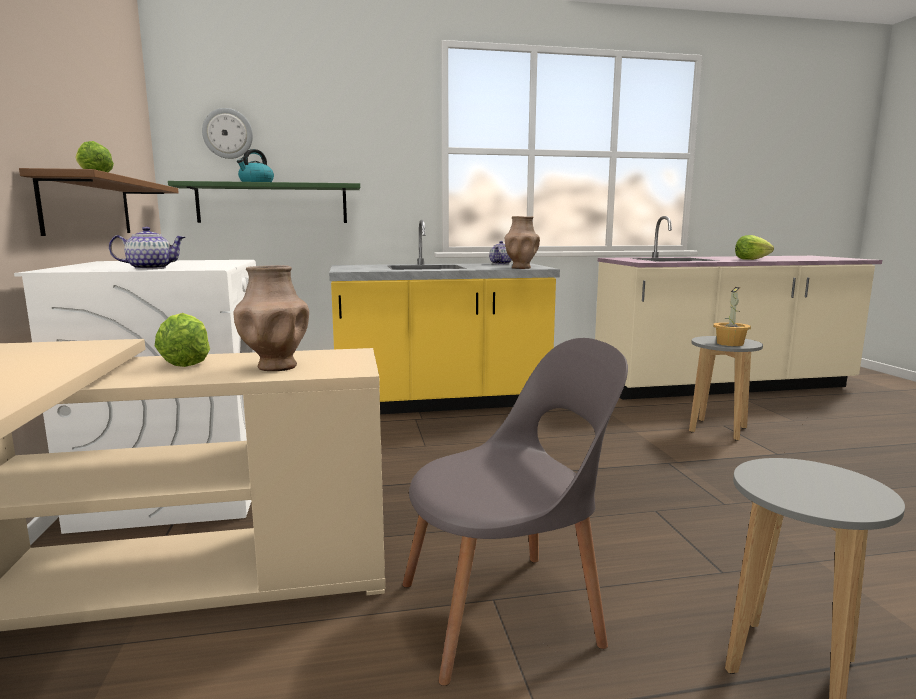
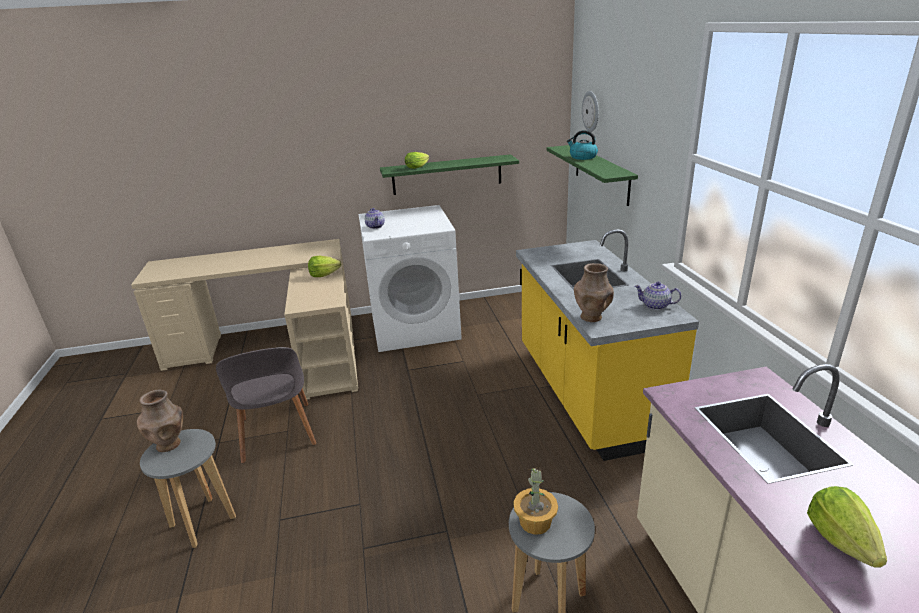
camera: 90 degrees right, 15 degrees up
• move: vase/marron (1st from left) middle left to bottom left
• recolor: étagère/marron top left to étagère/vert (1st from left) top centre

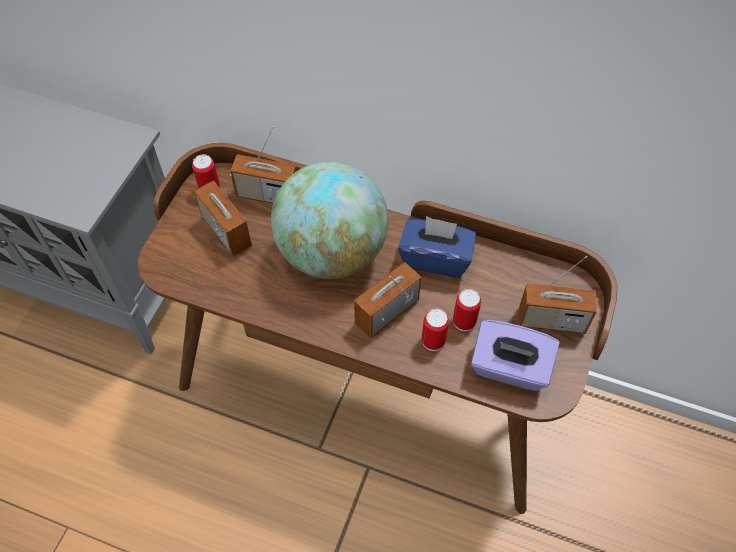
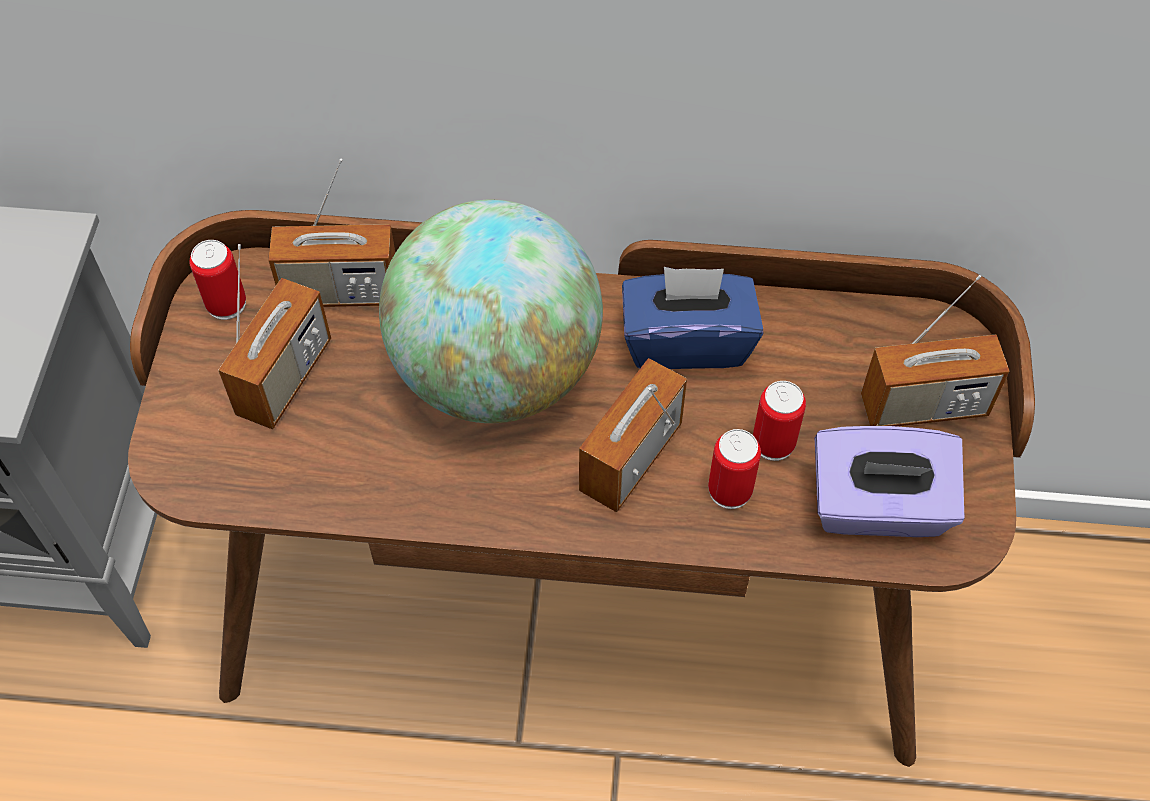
camera: 15 degrees left, 0 degrees up
• rotate: radio (1st from left) middle left = middle left 105 degrees counterclockwise

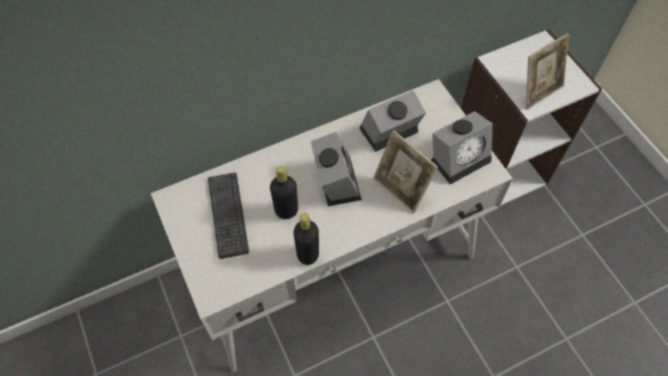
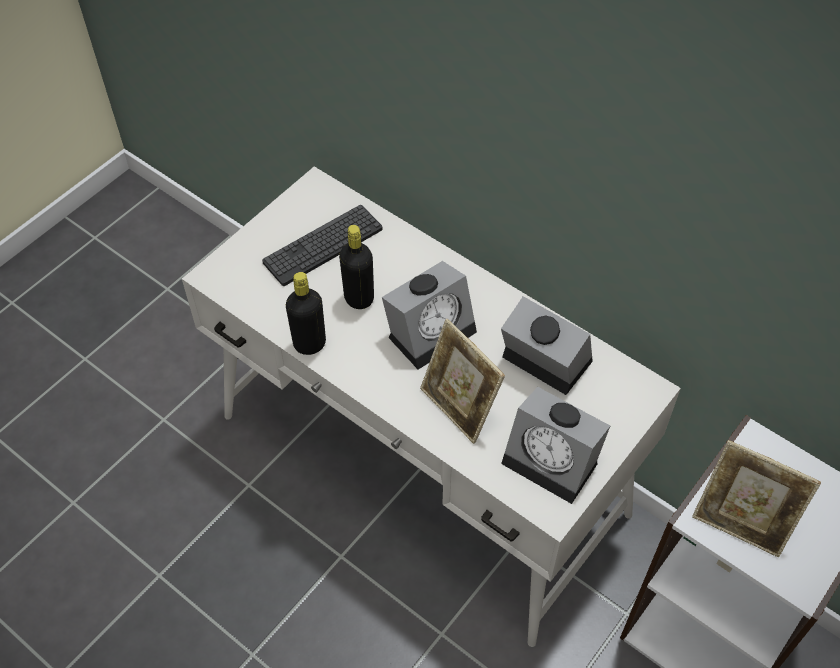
camera: 65 degrees right, 5 degrees down
• rotate: cadre photo (1st from left) centre = centre 60 degrees counterclockwise

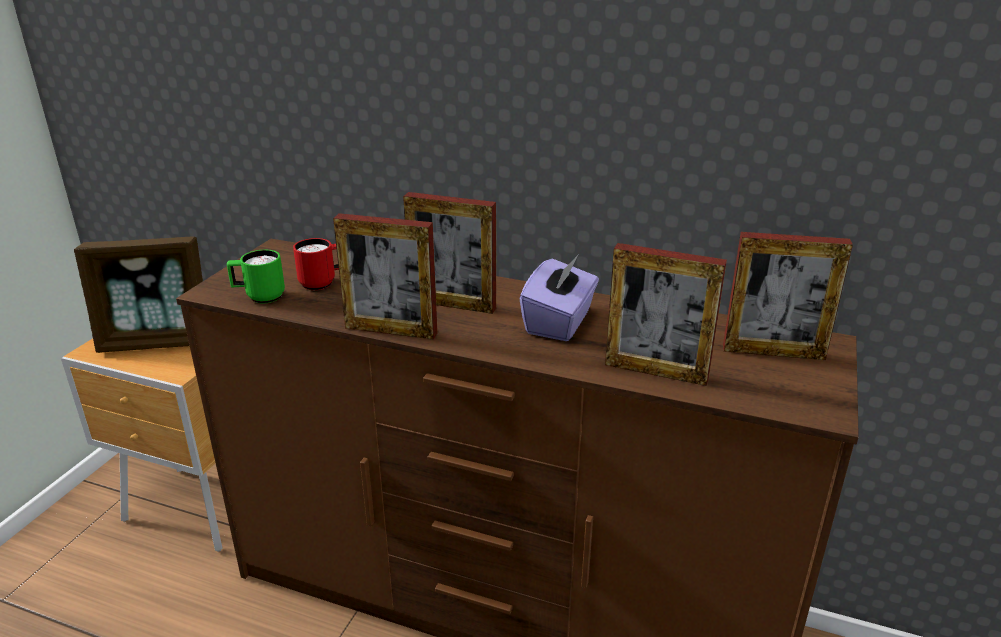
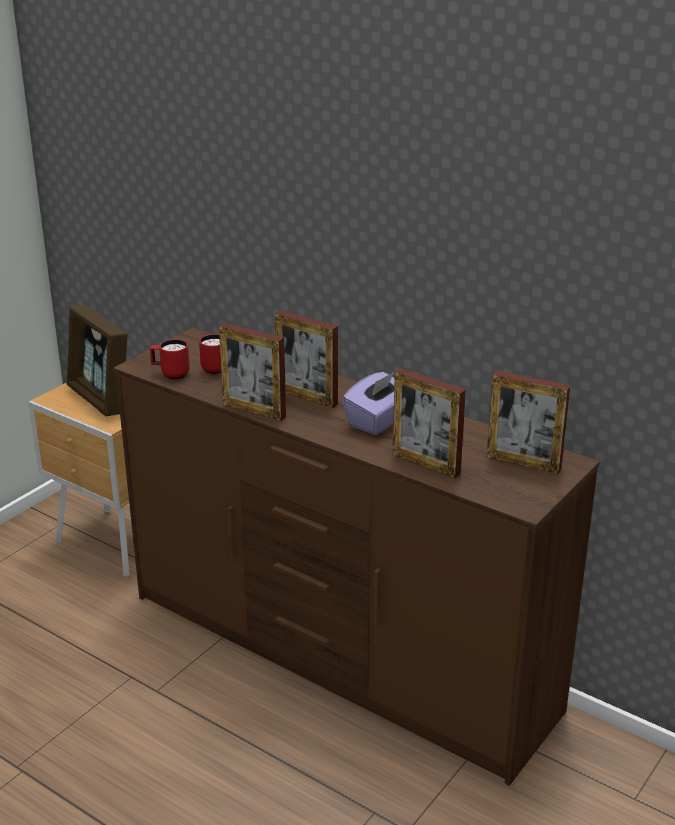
camera: 15 degrees right, 0 degrees up
• recolor: mug/vert middle left to mug/rouge (1st from left) middle left
• rotate: cadre photo (1st from left) middle left = middle left 45 degrees clockwise

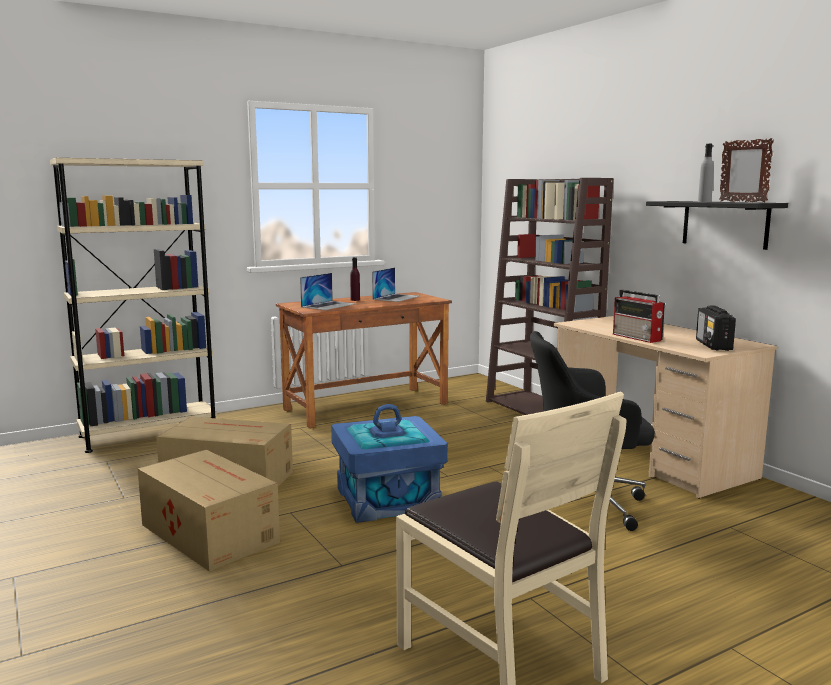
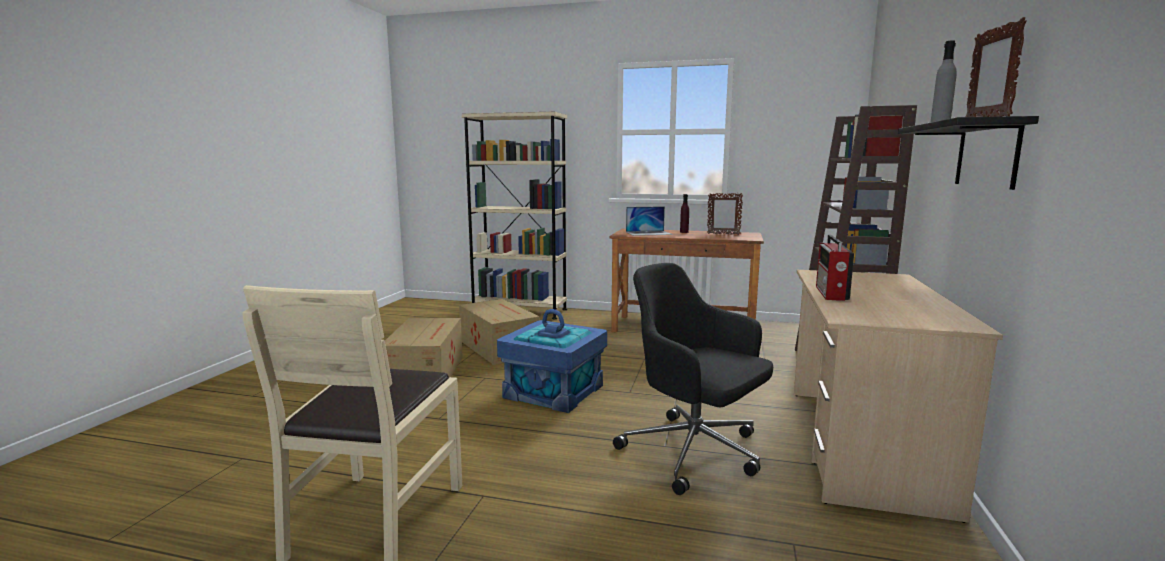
camera: 45 degrees right, 0 degrees up
• delete: radio (2nd from left) middle right
• replace: ordinateur portable (2nd from left) centre to cadre photo (1st from left) centre

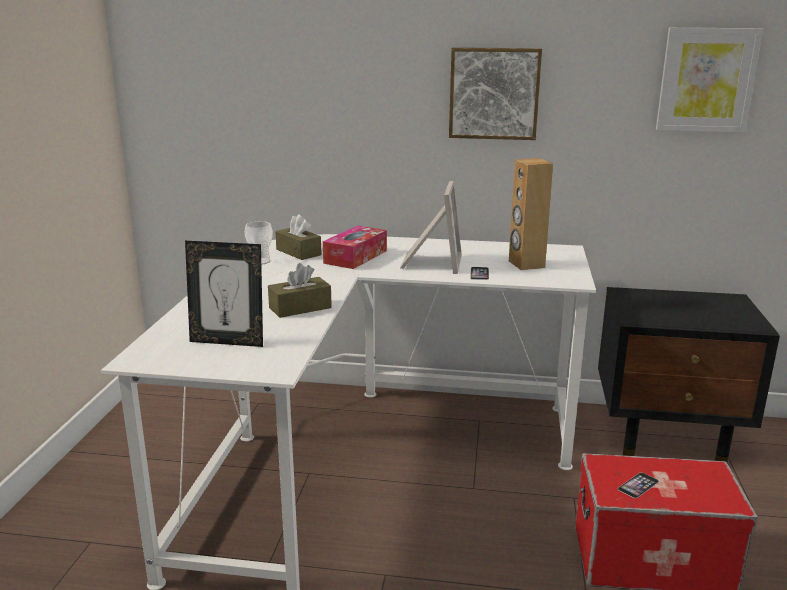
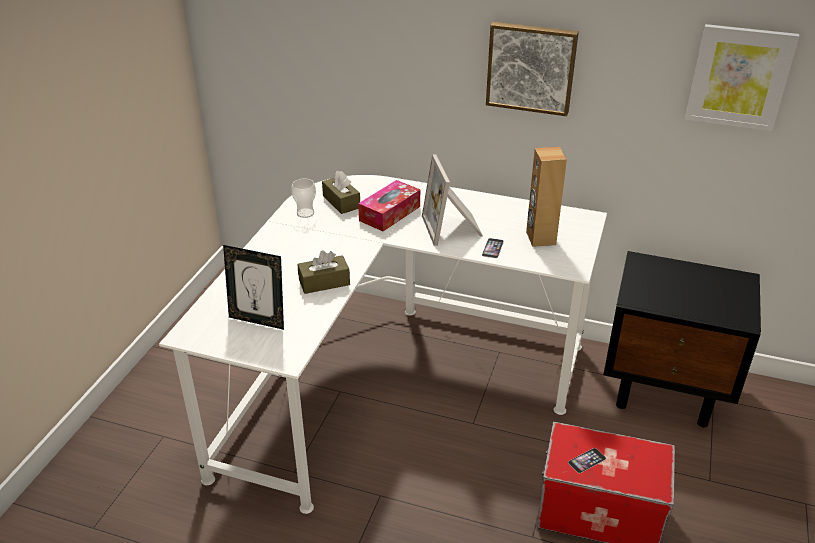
camera: 10 degrees right, 15 degrees up
• rotate: cadre photo (2nd from left) centre = centre 150 degrees clockwise

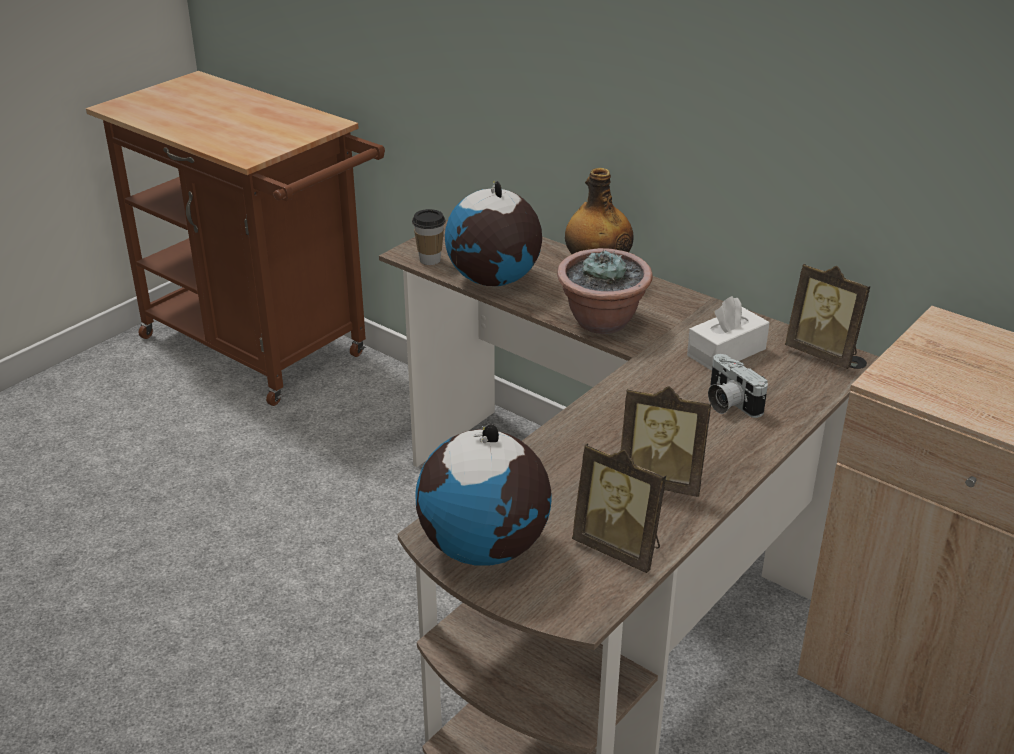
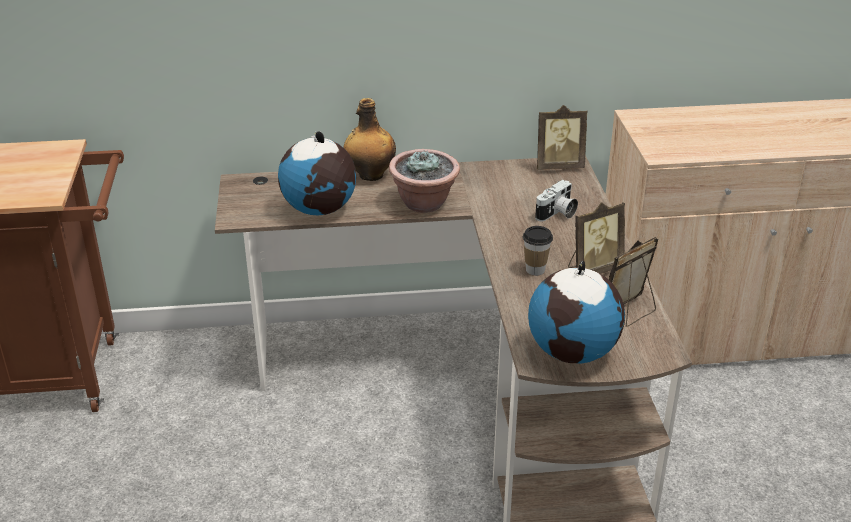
camera: 45 degrees left, 0 degrees up
• delete: boîte à mouchoirs/blanc middle right
• move: tasse top centre to centre
• rotate: cadre photo (1st from left in the first image) bottom centre = middle right 150 degrees clockwise
• rotate: appareil photo middle right = centre 60 degrees counterclockwise

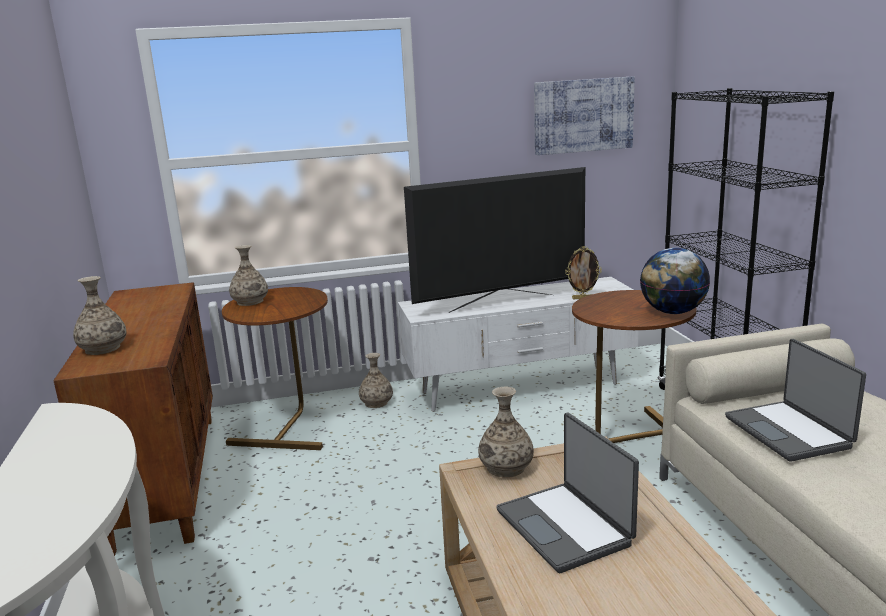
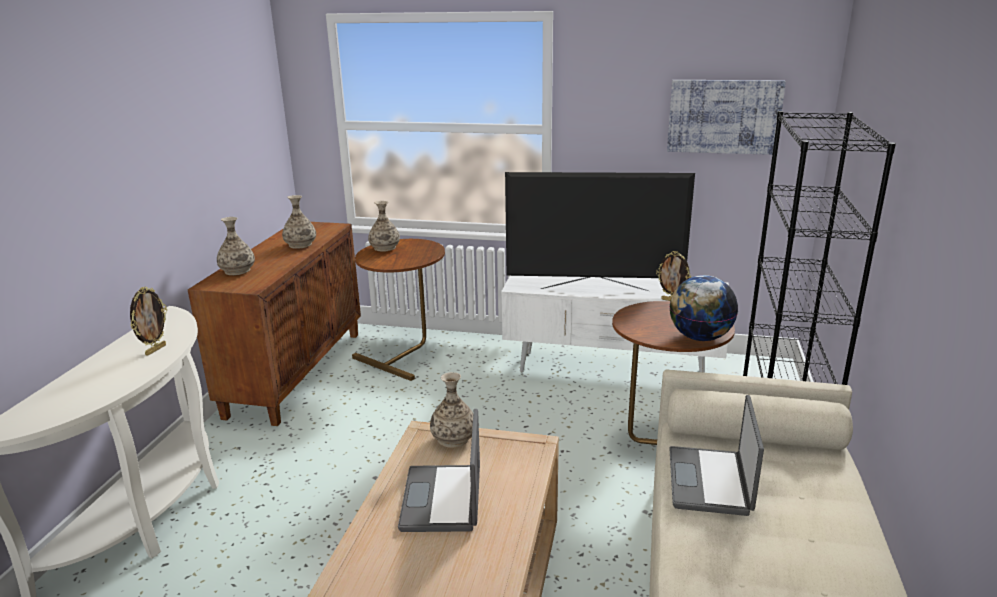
camera: 25 degrees right, 5 degrees up
• insert: cadre photo (1st from left) middle left
• move: vase (3rd from left in the first image) centre to vase (2nd from left) middle left

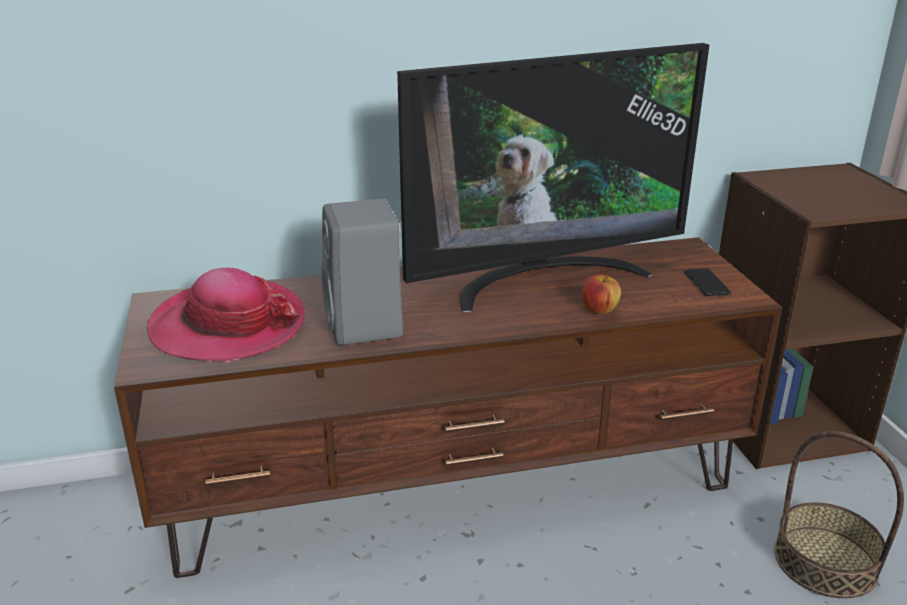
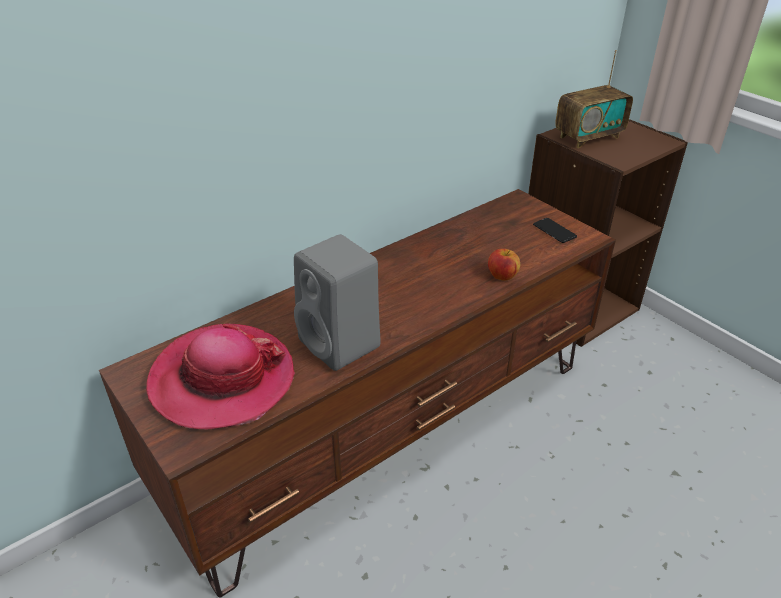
camera: 25 degrees left, 10 degrees up
• delete: téléviseur top centre
• delete: panier bottom right
• insert: radio top right

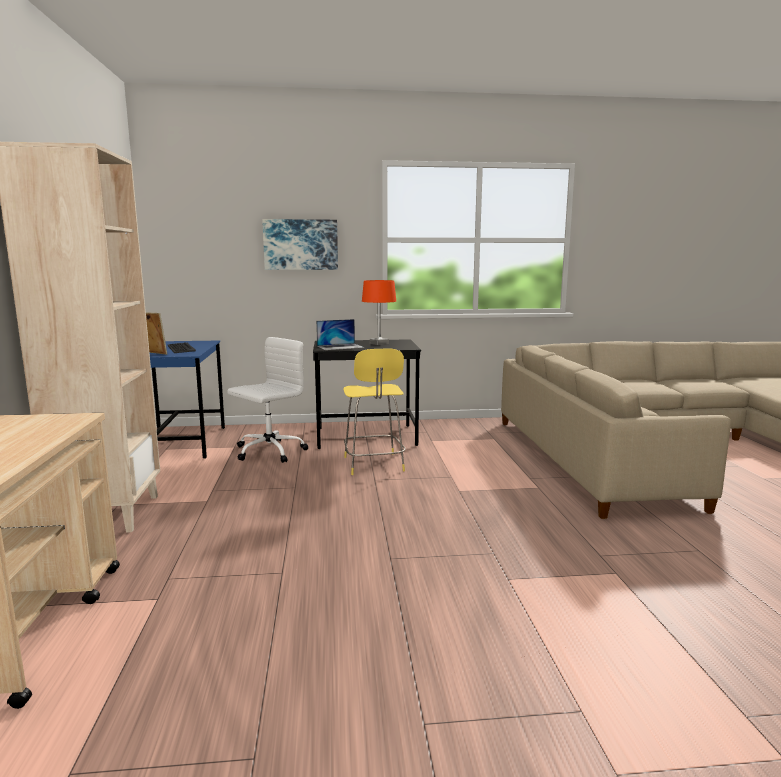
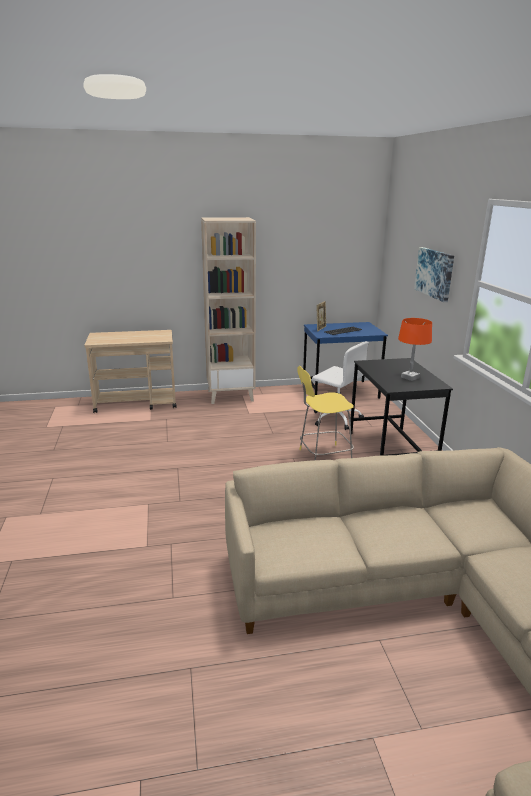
camera: 85 degrees right, 10 degrees up
• delete: ordinateur portable centre

